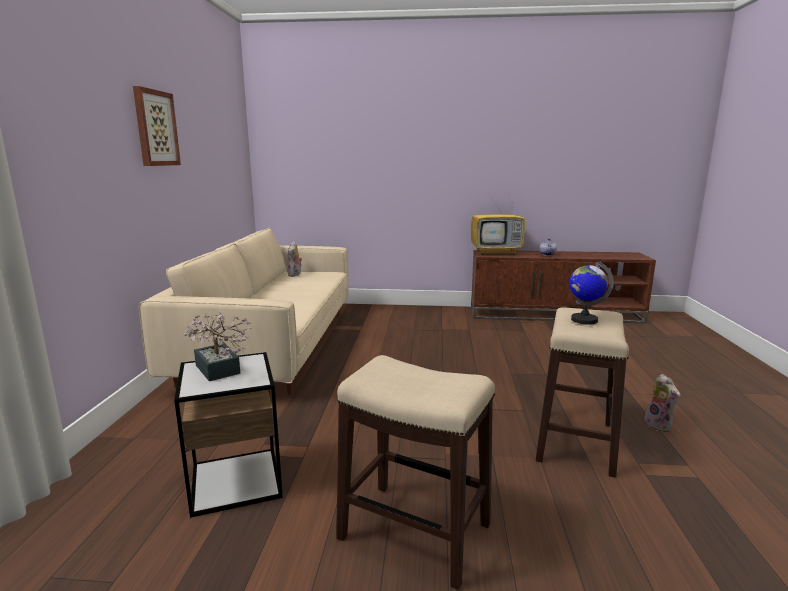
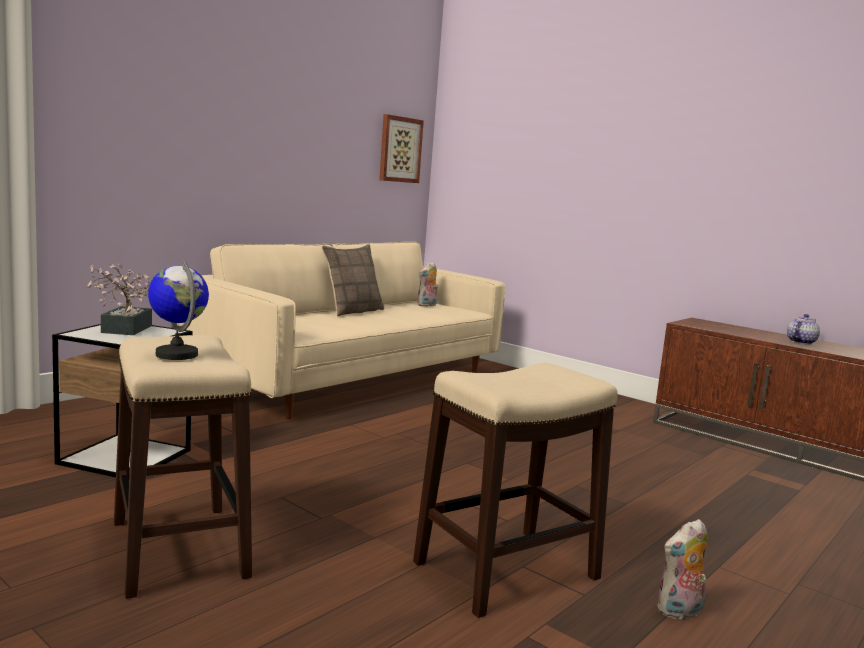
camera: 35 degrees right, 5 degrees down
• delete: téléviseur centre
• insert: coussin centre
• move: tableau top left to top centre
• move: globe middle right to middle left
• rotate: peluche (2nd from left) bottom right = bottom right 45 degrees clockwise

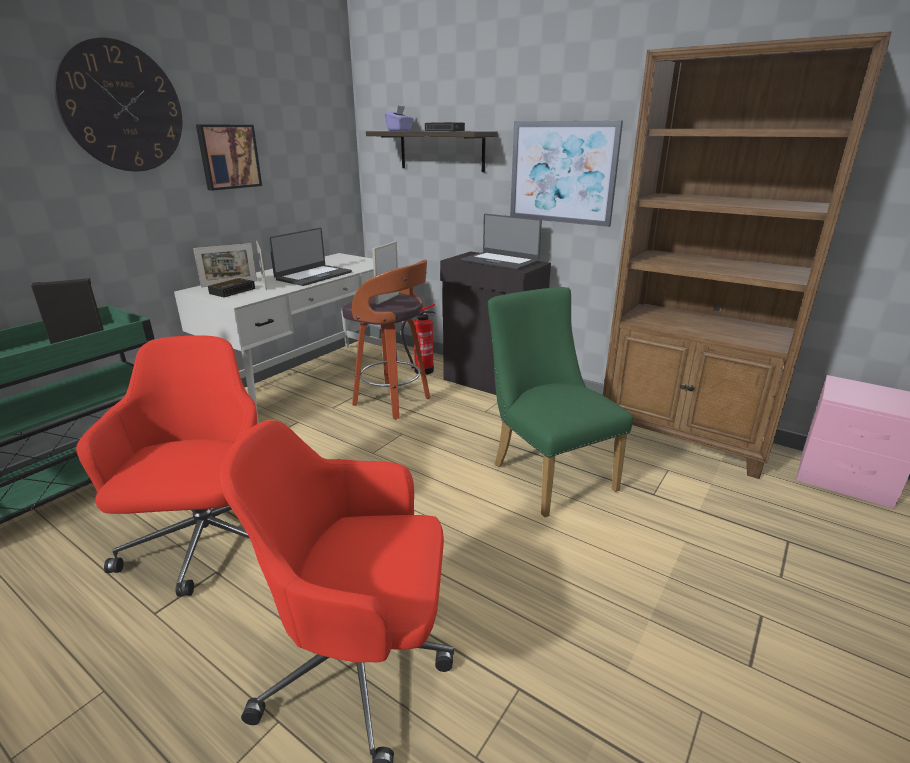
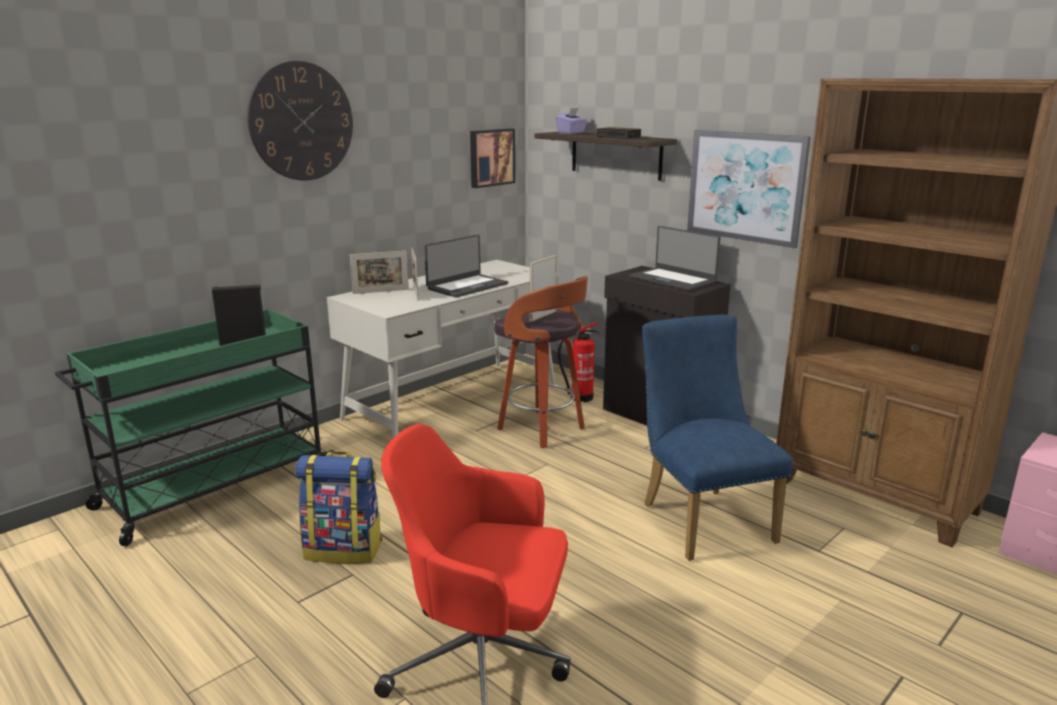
camera: 10 degrees right, 5 degrees down
• delete: réveil (1st from left) middle left
• move: tableau (1st from left) top left to top centre
• replace: chaise de bureau/rouge (1st from left) middle left to sac à dos bottom left
• recolor: chaise/vert centre to chaise/bleu middle right

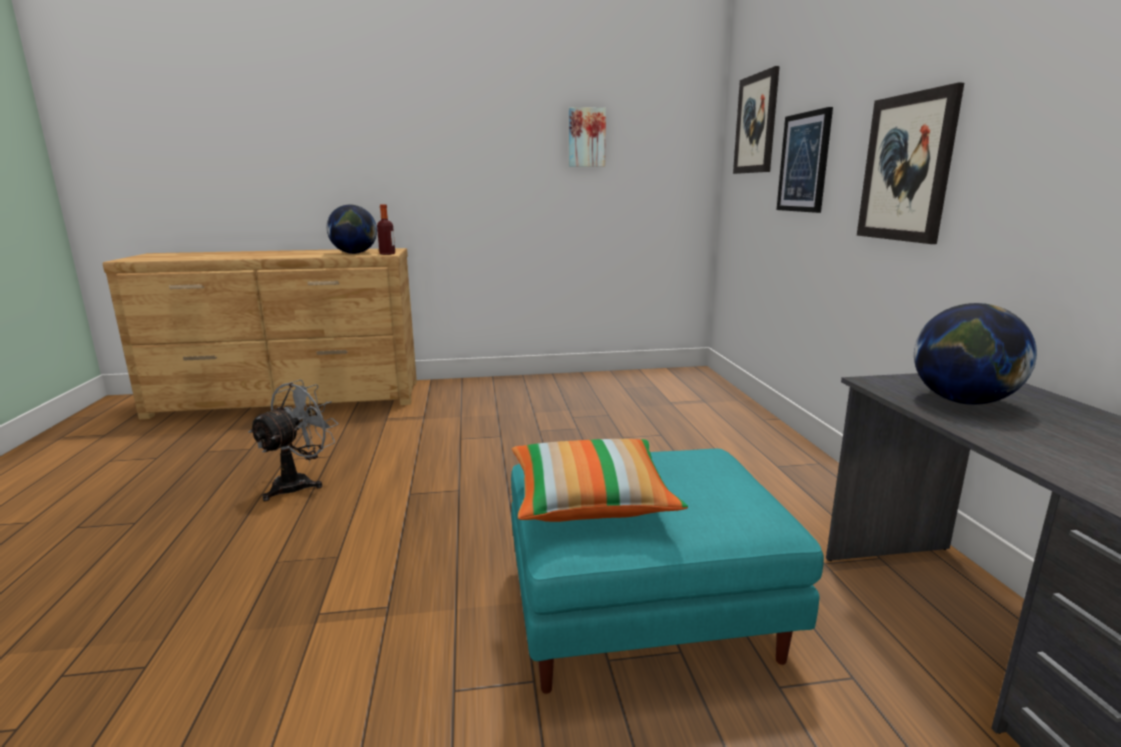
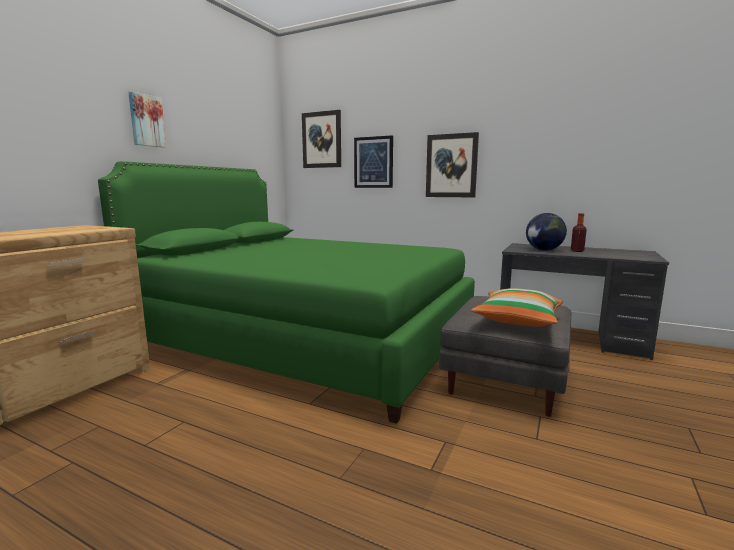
camera: 55 degrees left, 5 degrees down
• delete: ventilateur/gris middle left
• delete: globe (1st from left) top left
• insert: lit/vert centre
• move: bouteille top centre to middle right
• move: tableau (1st from left) top centre to top left
• recolor: pouf/turquoise bottom centre to pouf/gris middle right

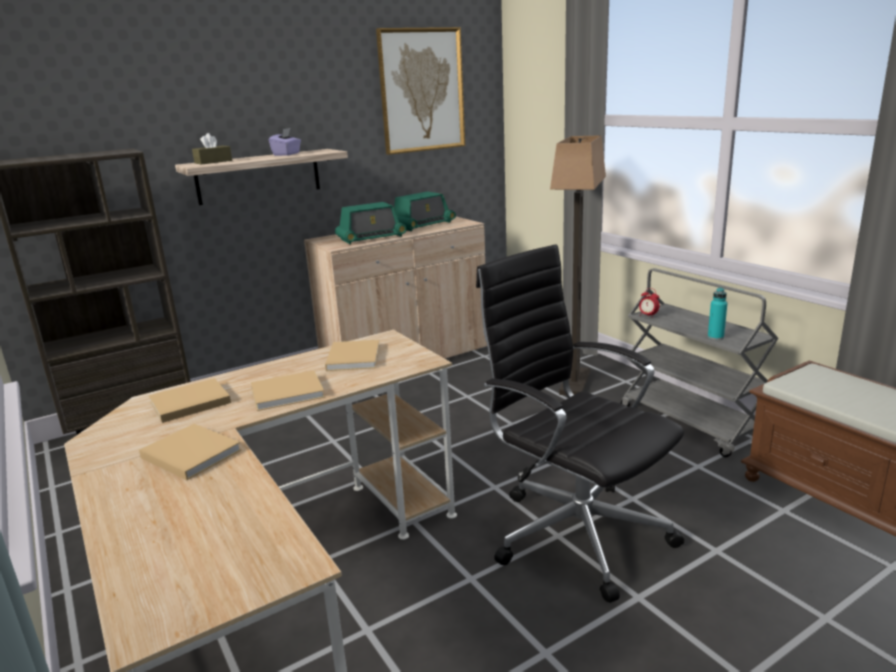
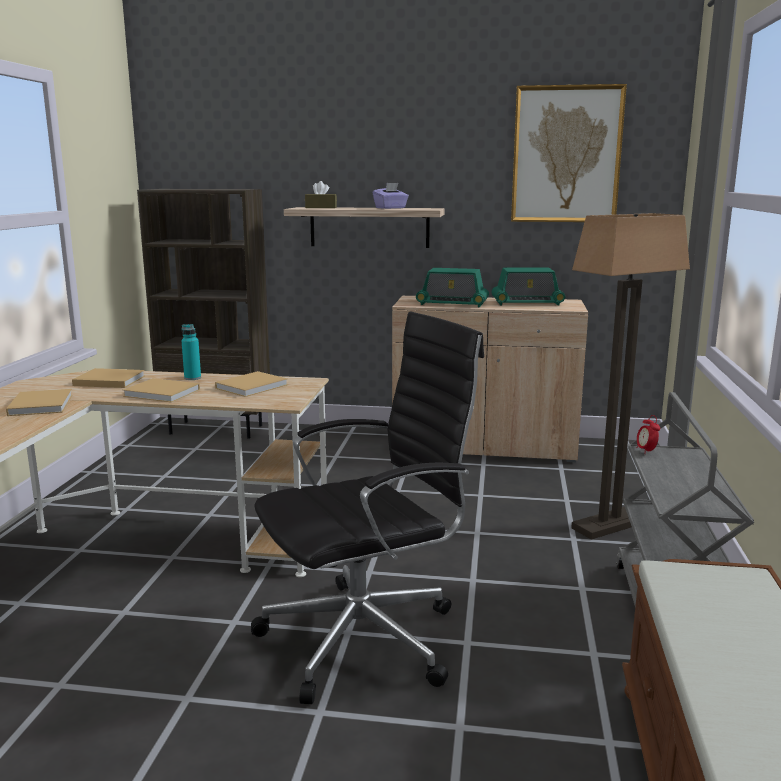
camera: 40 degrees right, 5 degrees down
• move: bouteille/turquoise middle right to middle left
• rotate: chaise de bureau/noir centre = centre 60 degrees clockwise

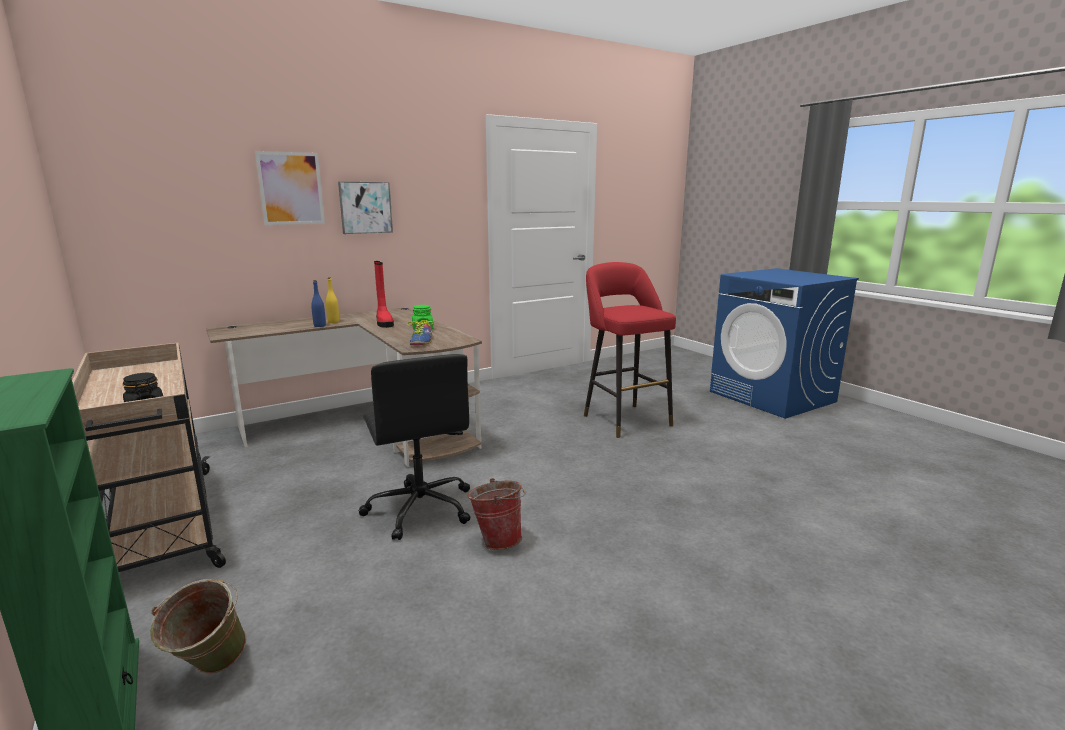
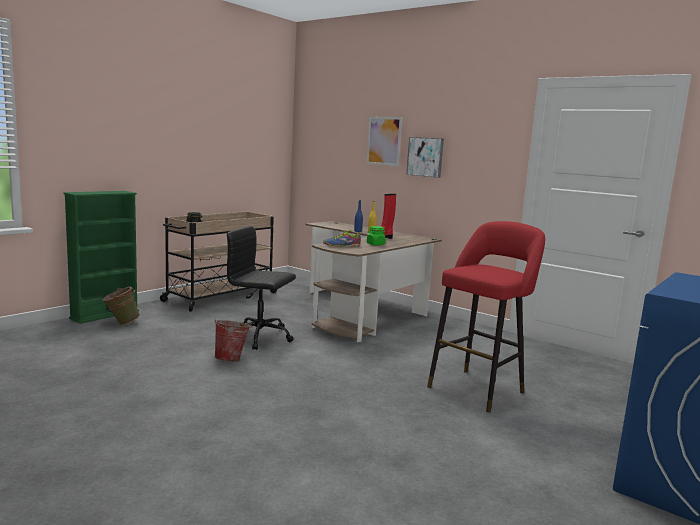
camera: 70 degrees right, 5 degrees down
• rotate: chaise de bureau/noir centre = centre 60 degrees clockwise

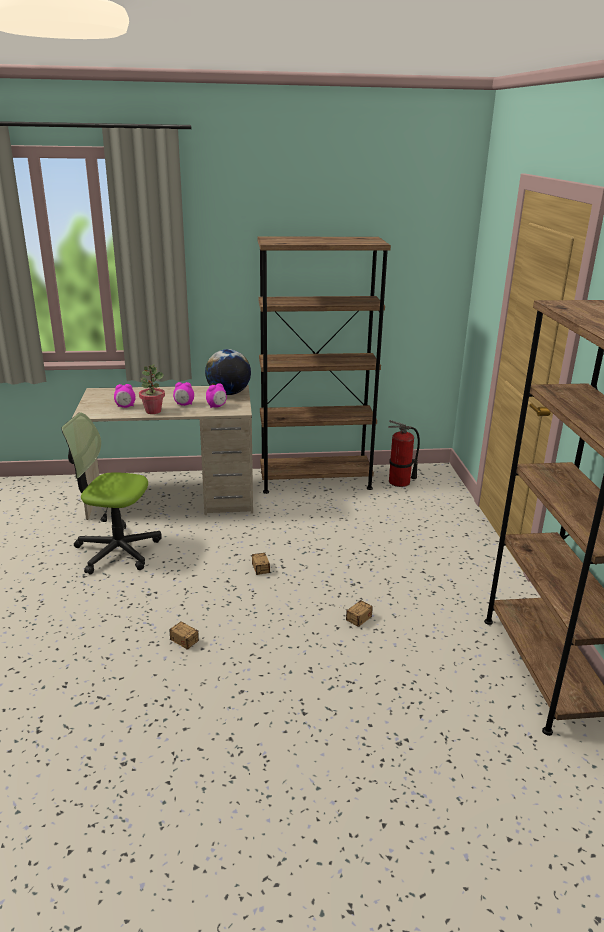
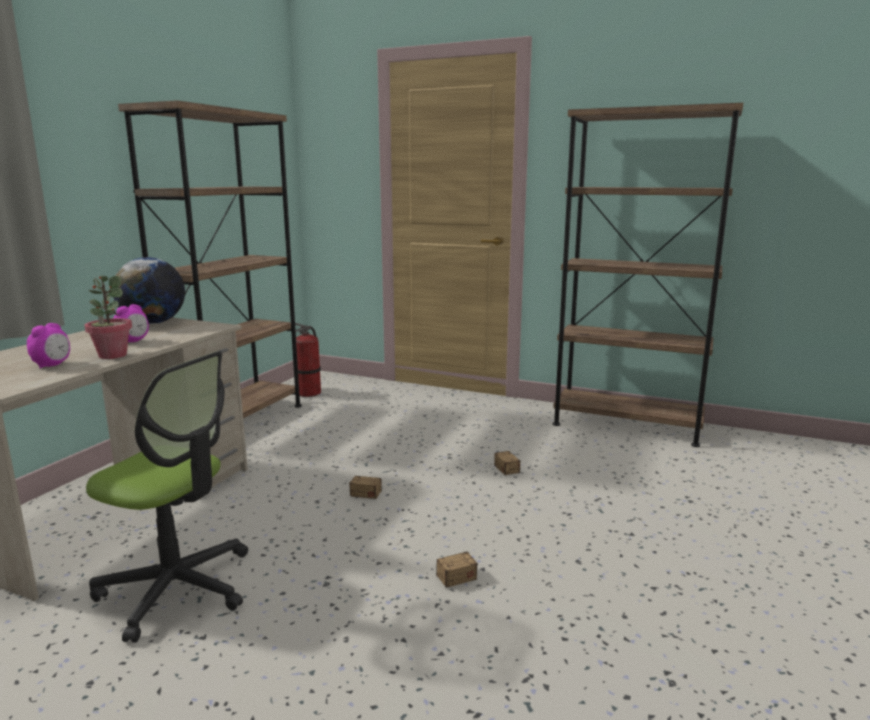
camera: 60 degrees left, 10 degrees down
• delete: réveil (3rd from left) centre
• rotate: chaise de bureau middle left = bottom left 105 degrees counterclockwise

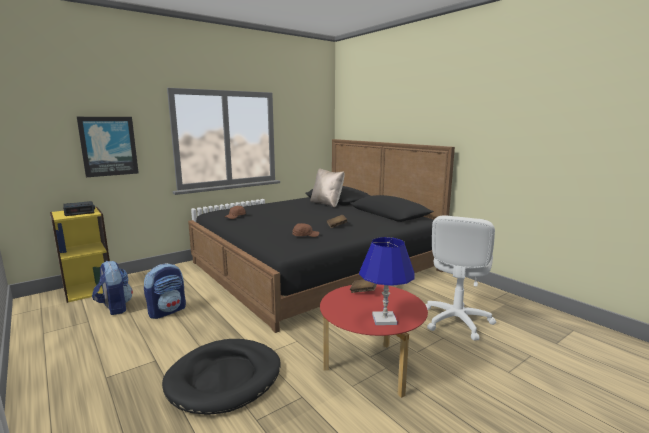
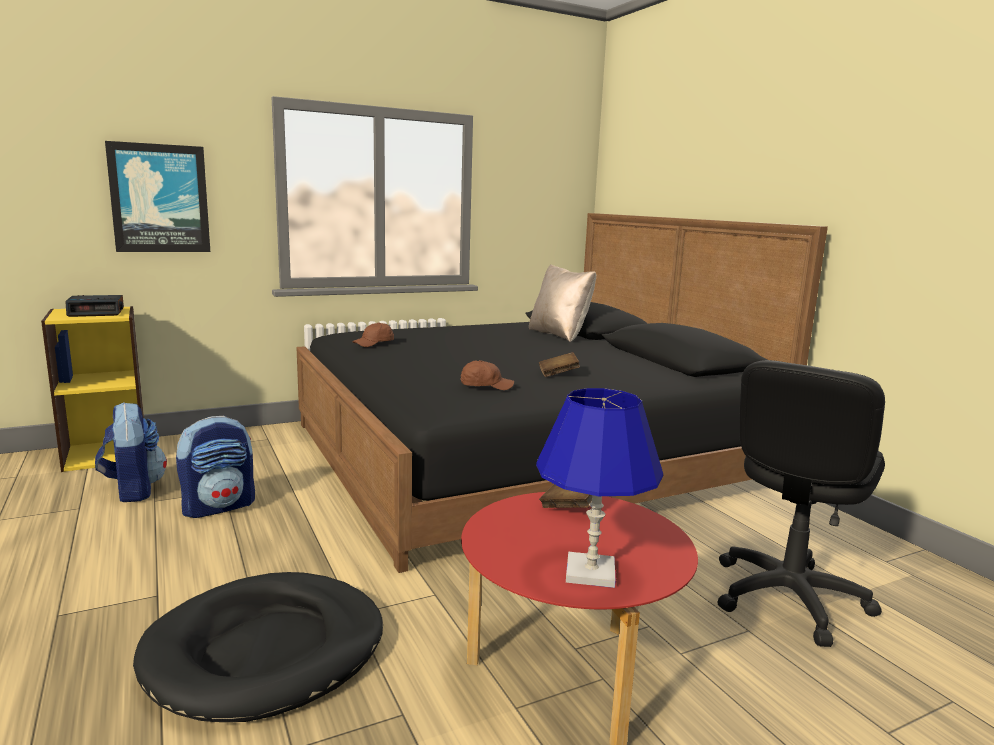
camera: 10 degrees right, 0 degrees up
• recolor: chaise de bureau/blanc middle right to chaise de bureau/noir bottom right

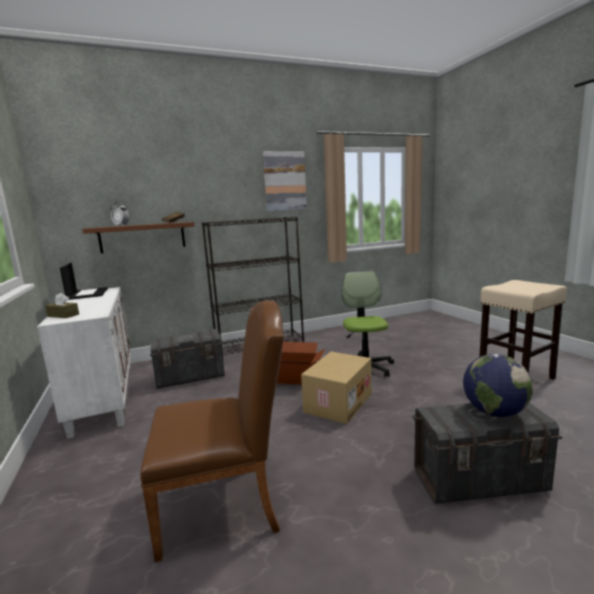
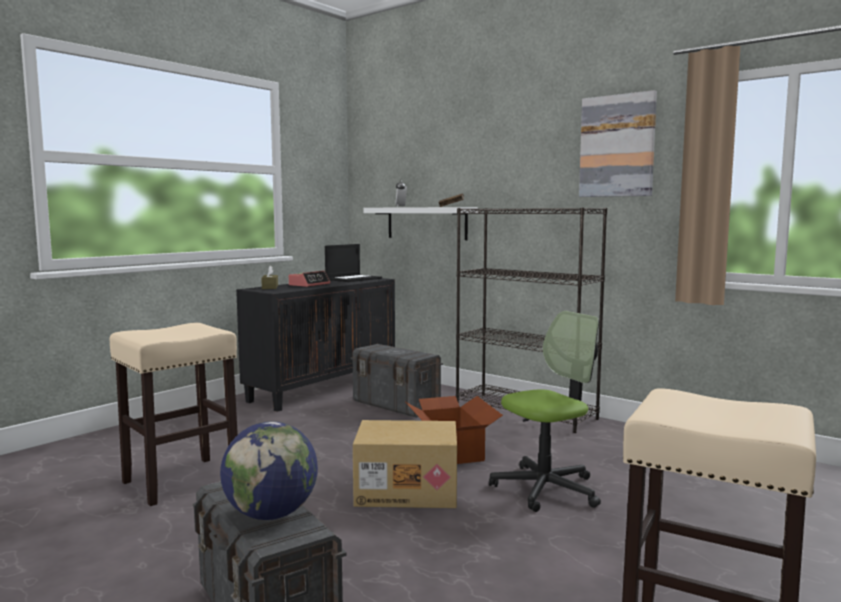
camera: 60 degrees right, 5 degrees down
• insert: réveil (1st from left) centre
• replace: chaise/marron bottom centre to tabouret/beige (1st from left) bottom left
• recolor: meuble de rangement/blanc middle left to meuble de rangement/noir centre
• recolor: étagère/marron middle left to étagère/blanc centre

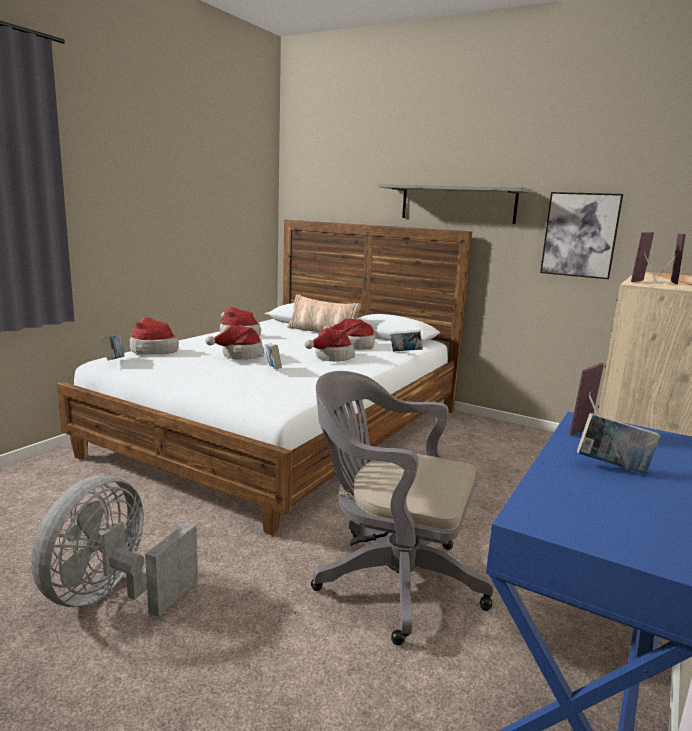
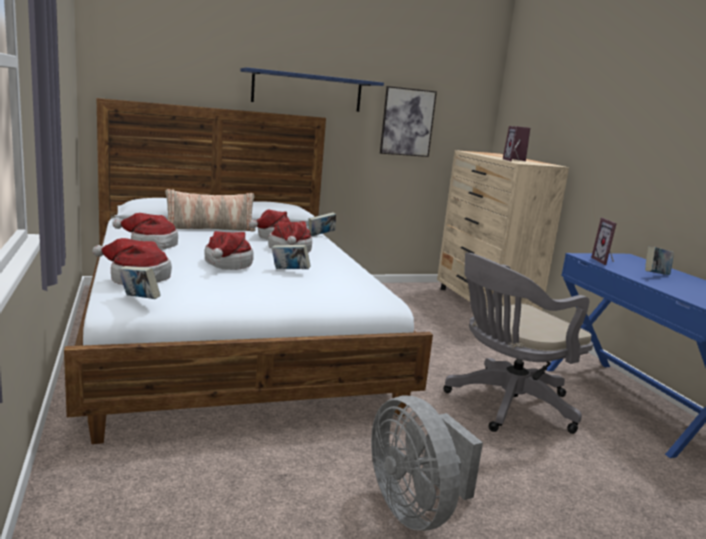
camera: 50 degrees left, 0 degrees up
• recolor: étagère/gris top centre to étagère/bleu top centre

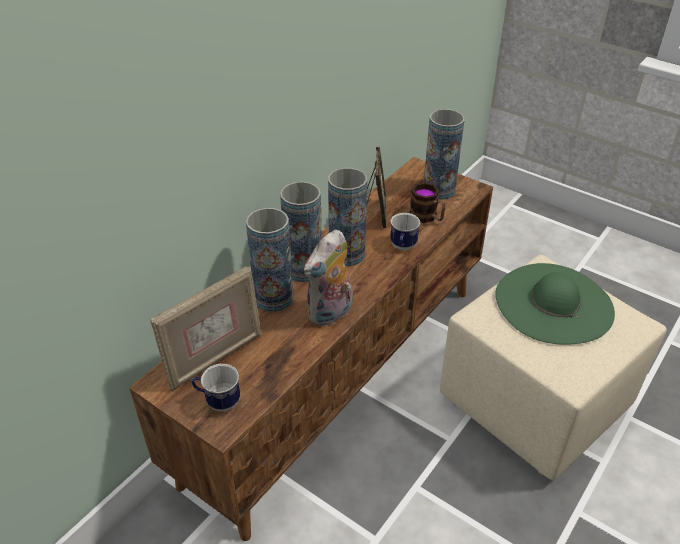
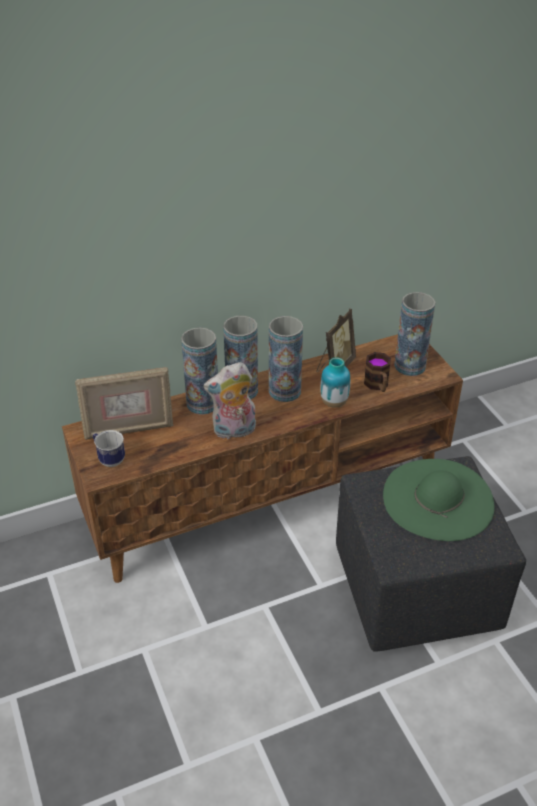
camera: 30 degrees right, 0 degrees up
• replace: mug (2nd from left) centre to vase (4th from left) centre
• recolor: pouf/beige bottom right to pouf/noir bottom right

